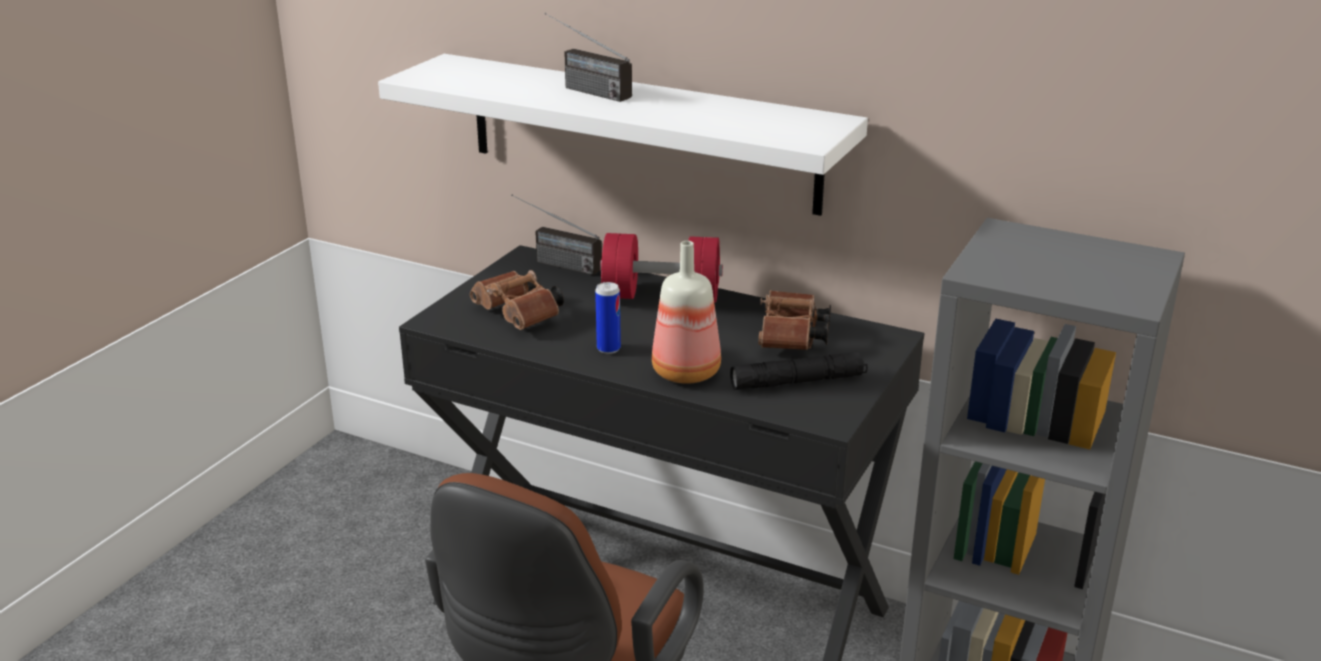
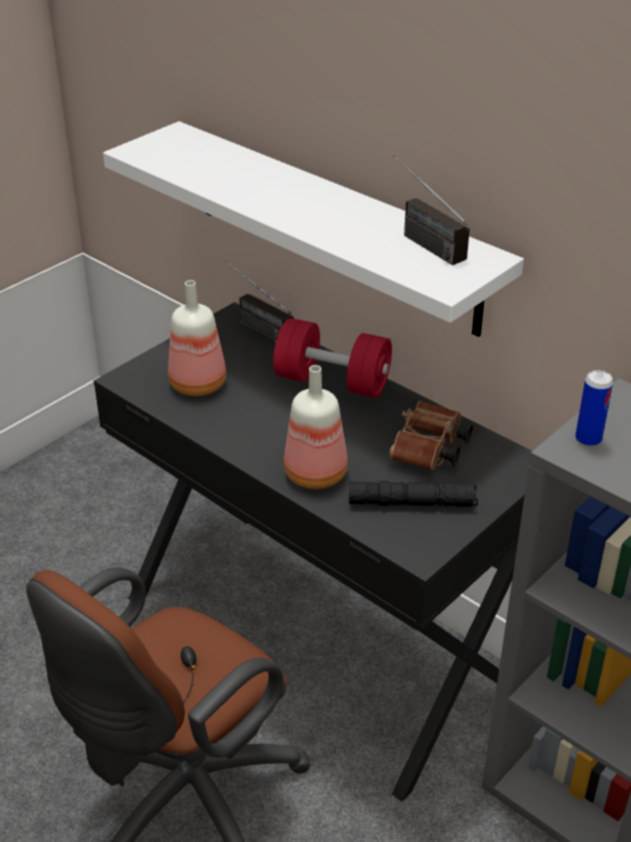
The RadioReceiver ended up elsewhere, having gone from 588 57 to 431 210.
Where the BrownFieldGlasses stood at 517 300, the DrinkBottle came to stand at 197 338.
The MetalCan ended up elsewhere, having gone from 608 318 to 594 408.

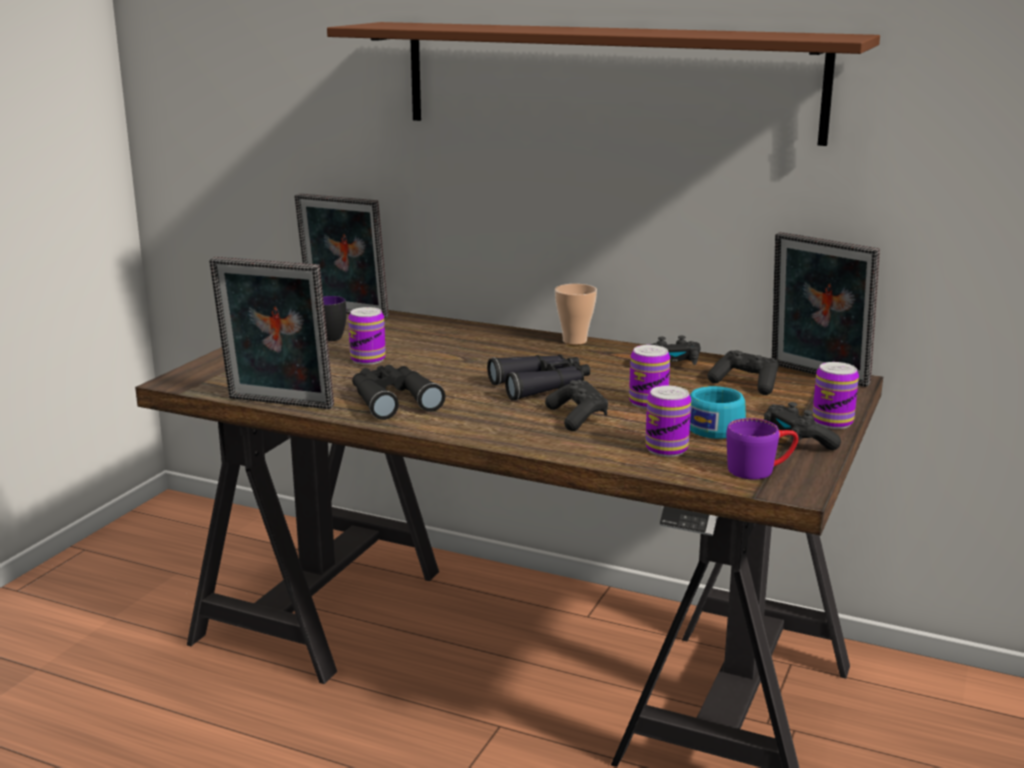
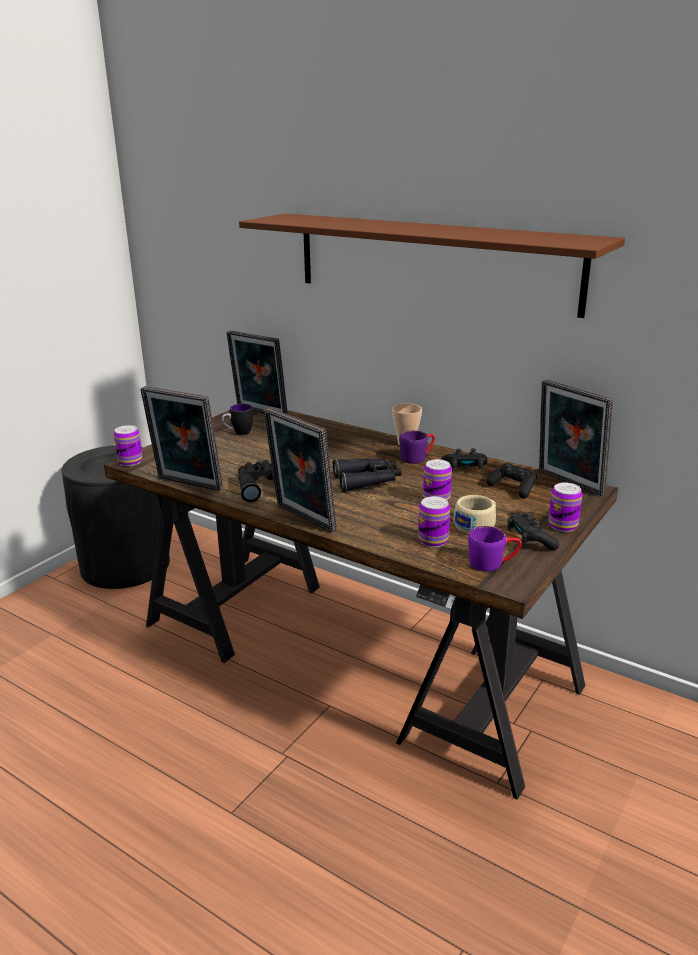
The MetalCan ended up elsewhere, having gone from 367 336 to 128 445.
The second view lost the BlackJoypad at 576 405.
What was the TurquoiseColouredCup at 718 412 turned into the BeigeColouredCup at 475 514.
The second view gained the PhotoFrame at 300 470.
The second view gained the PurpleMug at 417 447.
The second view gained the BlackWasteBin at 116 517.

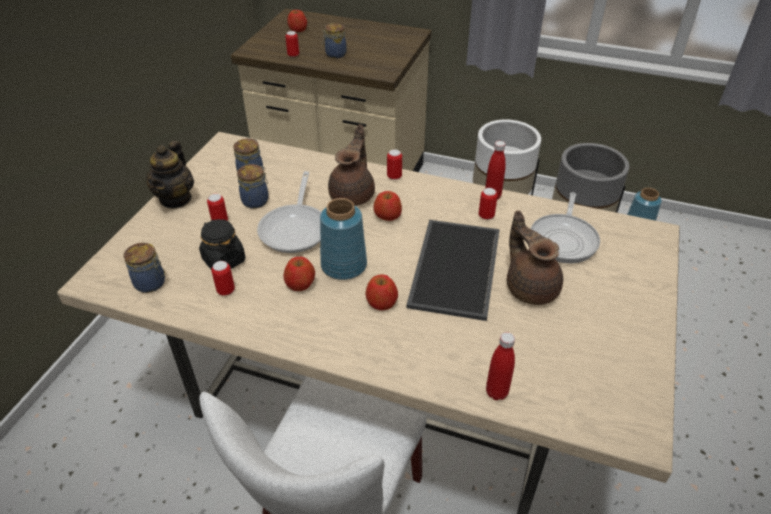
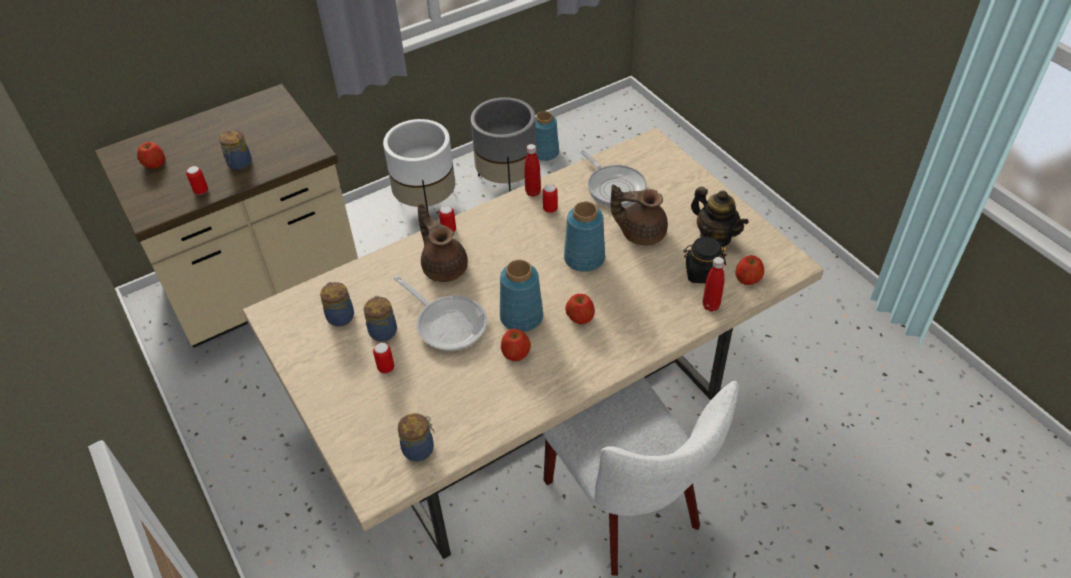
The Teapot ended up elsewhere, having gone from 170 174 to 719 217.
The WholeApple ended up elsewhere, having gone from 387 206 to 749 270.
The BlackPreserveJar ended up elsewhere, having gone from 222 244 to 704 260.
Where the ServingTray stood at 453 270, the BlueFlowerVase came to stand at 584 236.
The second view lost the MetalCan at 223 278.

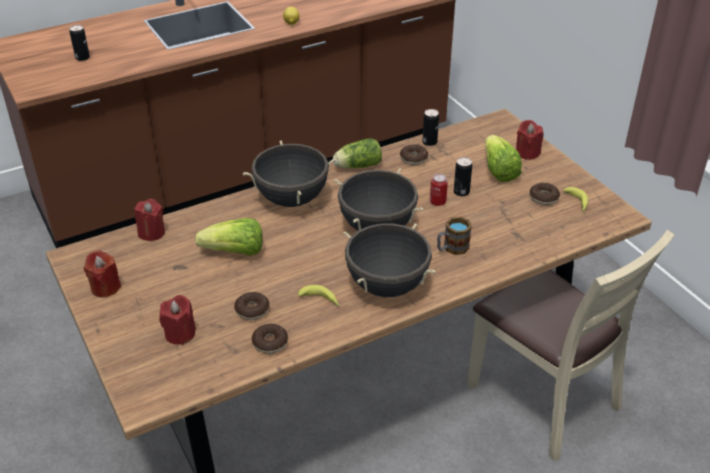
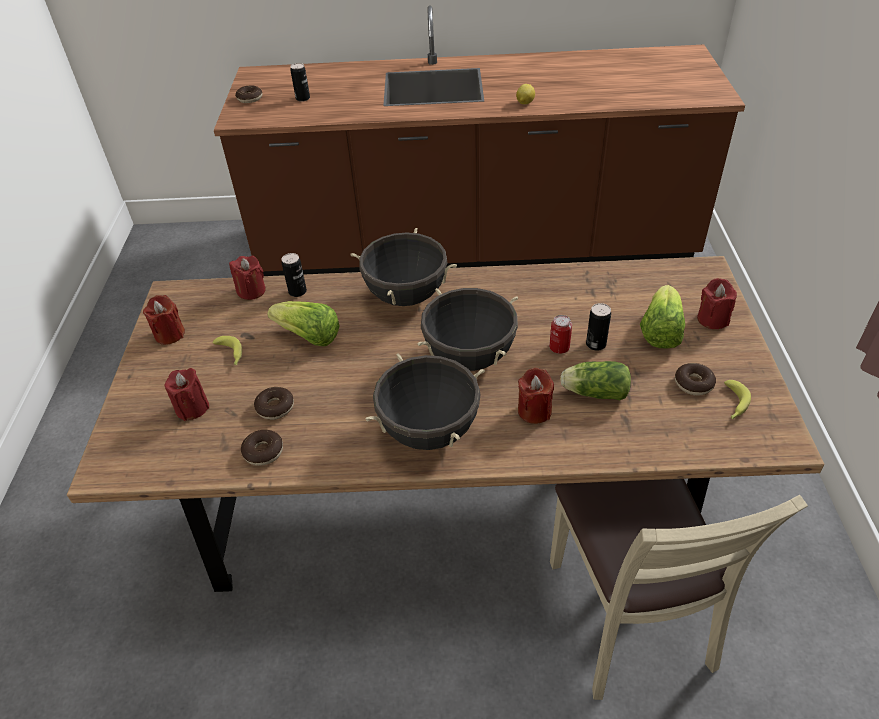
The MetalCan ended up elsewhere, having gone from 430 127 to 294 275.
The Lettuce ended up elsewhere, having gone from 357 153 to 595 380.
The Donut ended up elsewhere, having gone from 414 154 to 248 94.
Where the Mug stood at 454 235, the ReddishWaxCandle came to stand at 536 396.
The Banana ended up elsewhere, having gone from 319 295 to 227 350.

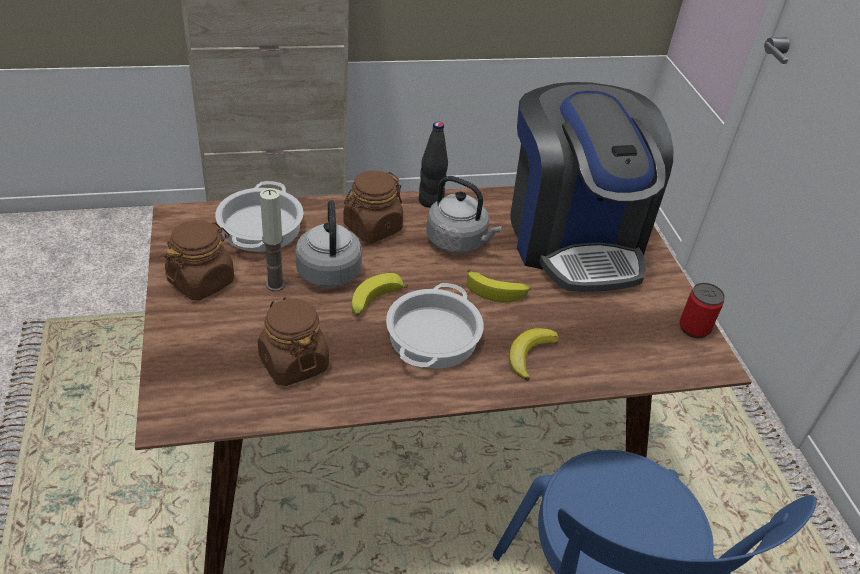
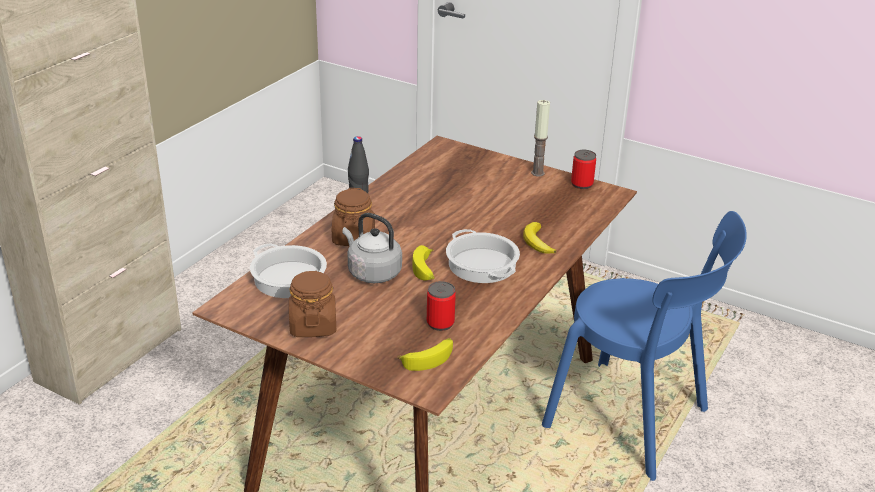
The second view lost the CoffeeMaker at 592 187.
The second view lost the GreyTeaKettle at 464 215.
The WaxCandle ended up elsewhere, having gone from 272 239 to 540 138.
The Banana ended up elsewhere, having gone from 499 286 to 425 354.
Where the BrownPreserveJar stood at 293 341, the MetalCan came to stand at 441 306.

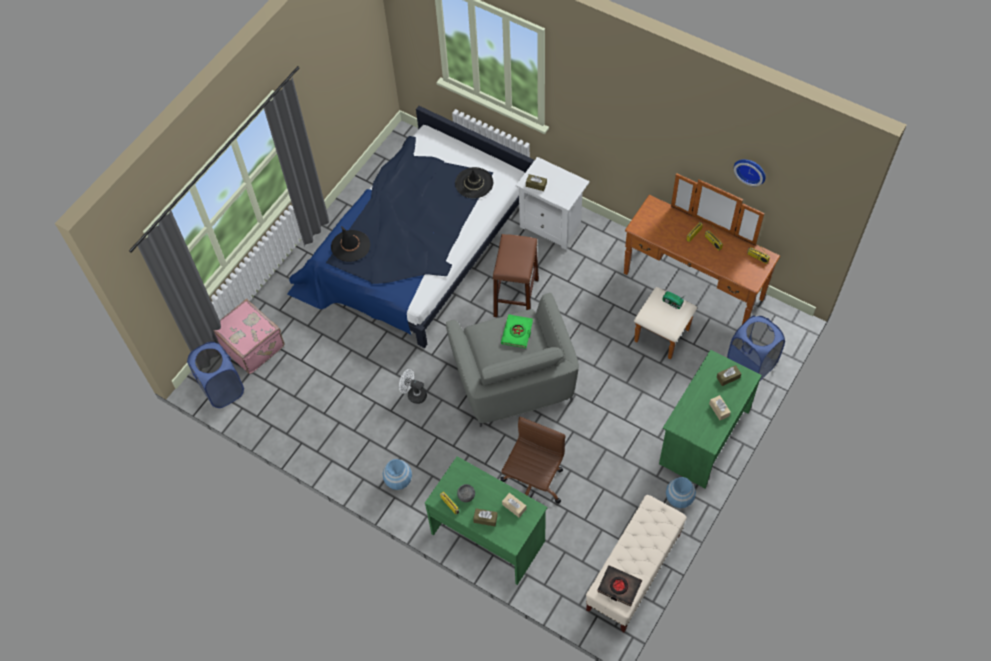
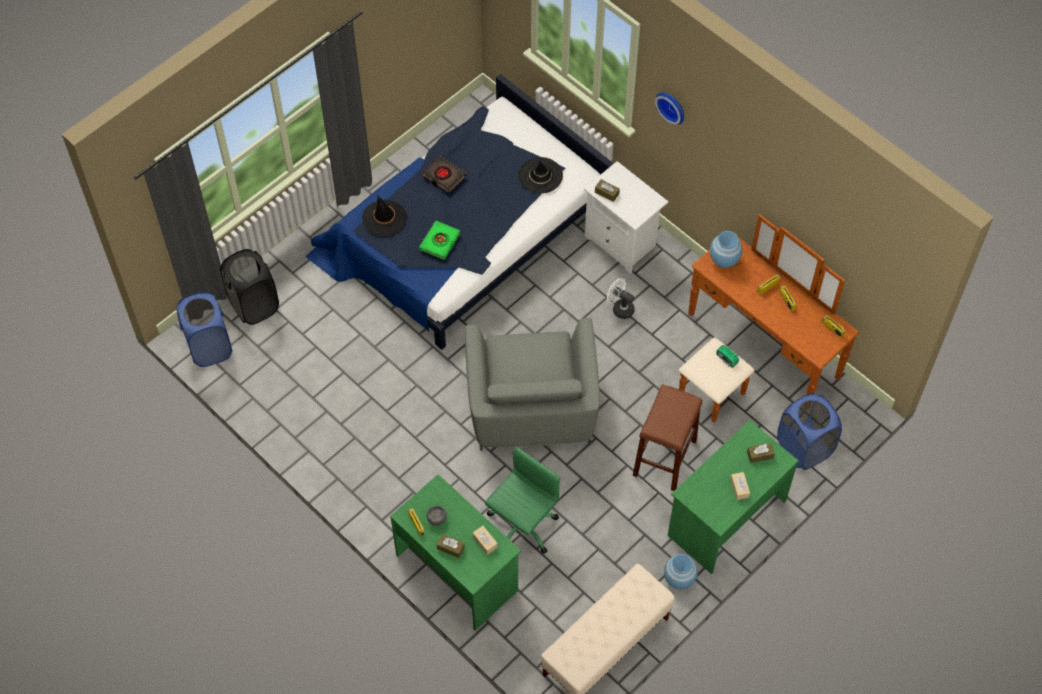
The WallClock ended up elsewhere, having gone from 750 173 to 669 109.
The BrownStoolSeat ended up elsewhere, having gone from 515 275 to 667 437.
Where the PinkSuitcase stood at 249 336, the BlackWashingBasket came to stand at 249 287.
The GreenishVolume ended up elsewhere, having gone from 517 331 to 440 240.
The WhiteElectricFan ended up elsewhere, having gone from 413 386 to 621 298.
What was the BrownOfficeChair at 532 460 turned into the GreenishOfficeChair at 522 500.
The BlueFlowerVase ended up elsewhere, having gone from 397 474 to 726 249.
The BlackVolume ended up elsewhere, having gone from 619 586 to 444 174.

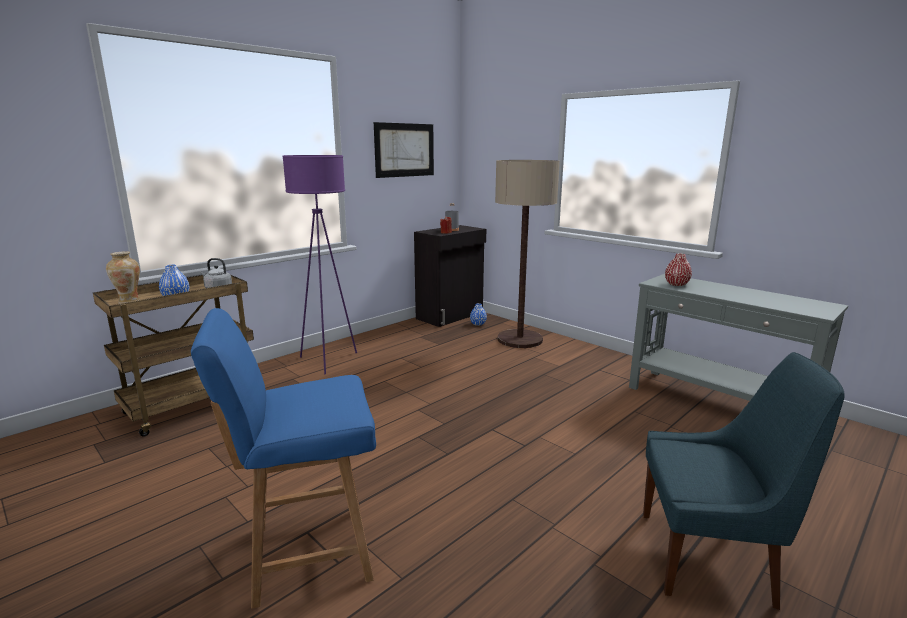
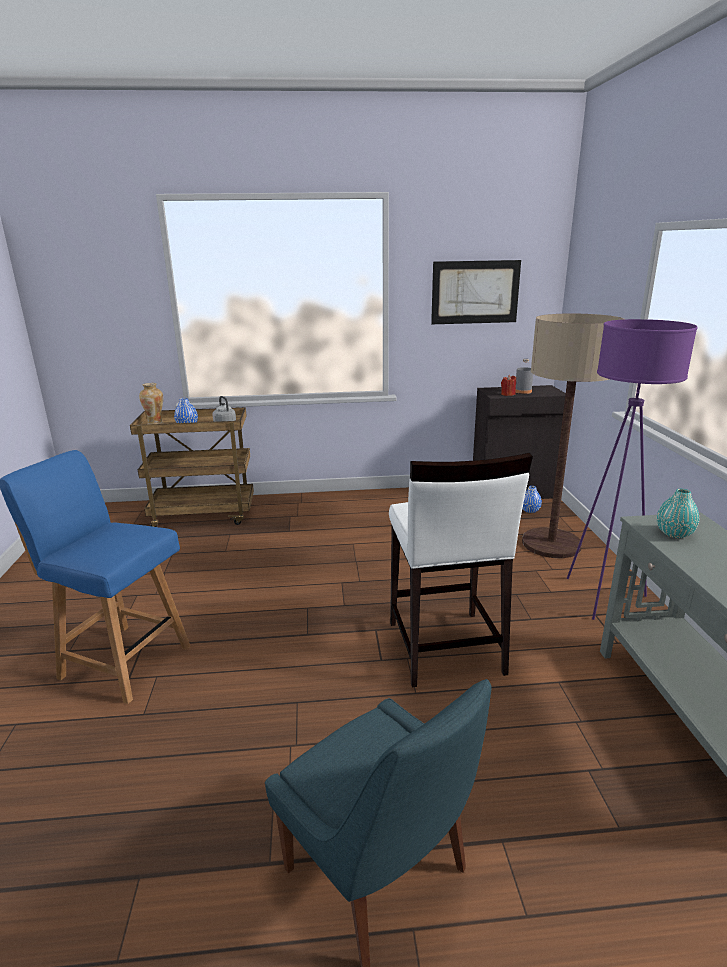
The PurpleStandardLamp ended up elsewhere, having gone from 319 264 to 632 469.
What was the ReddishFlowerVase at 678 269 turned into the TurquoiseColouredFlowerVase at 678 513.
The second view gained the WhiteStoolSeat at 461 570.

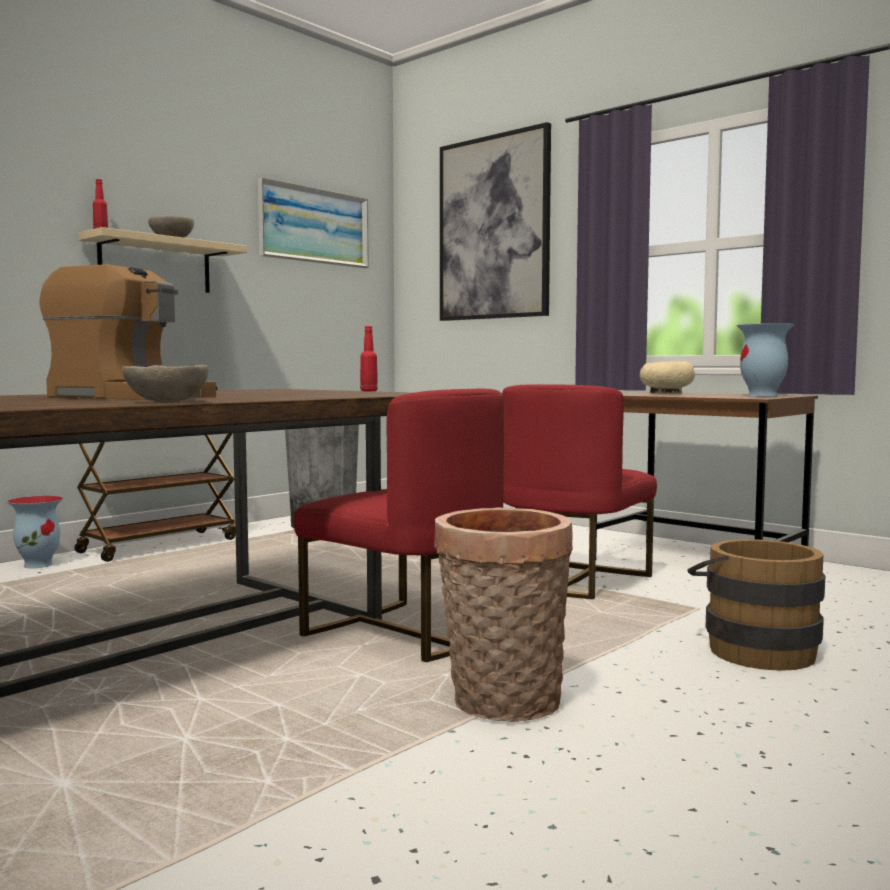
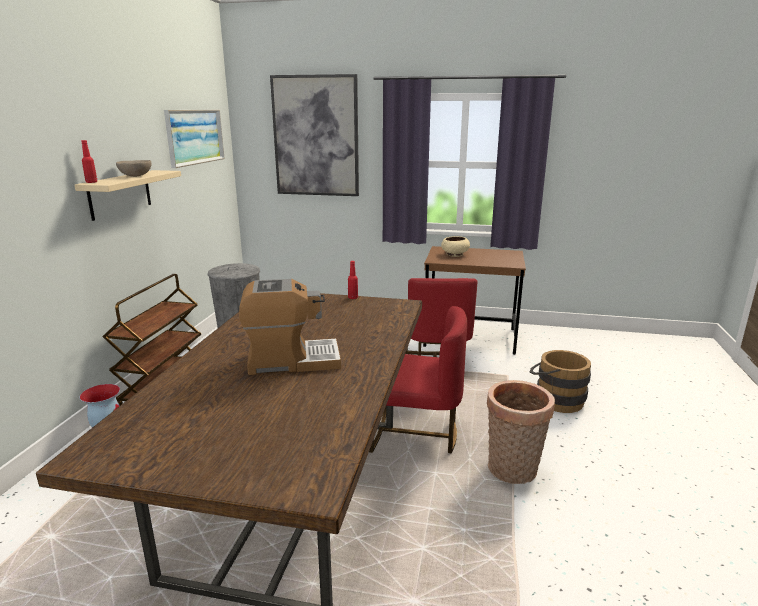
The second view lost the FlowerVase at 765 360.
The second view lost the BeigeColouredDeepDish at 165 384.

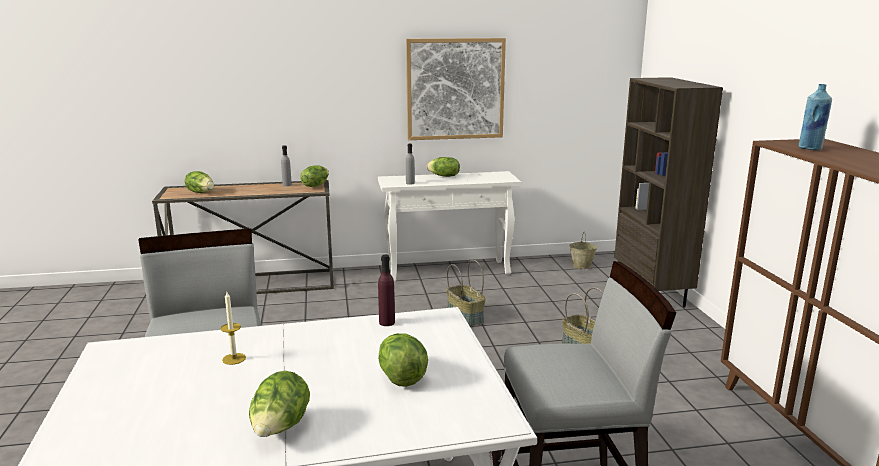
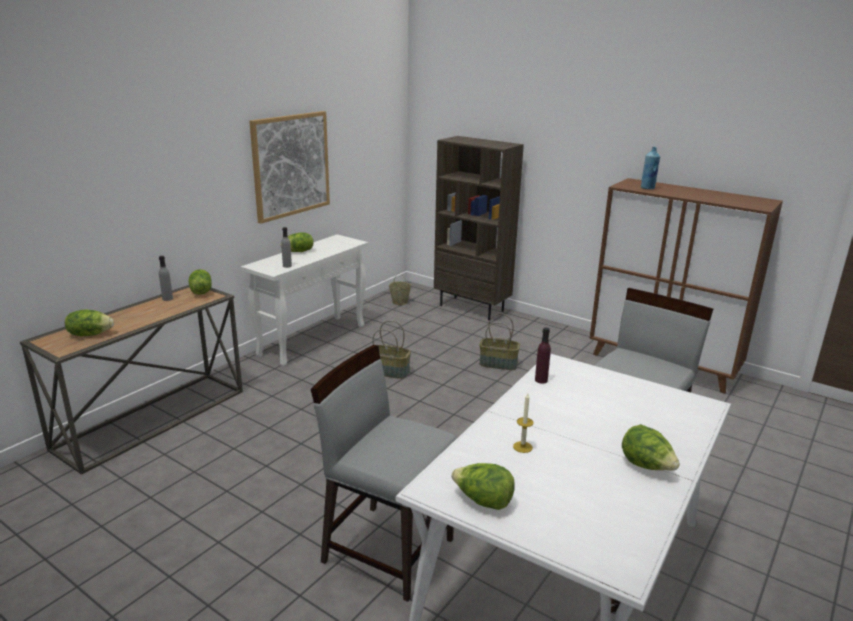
The Lettuce ended up elsewhere, having gone from 403 360 to 483 486.

